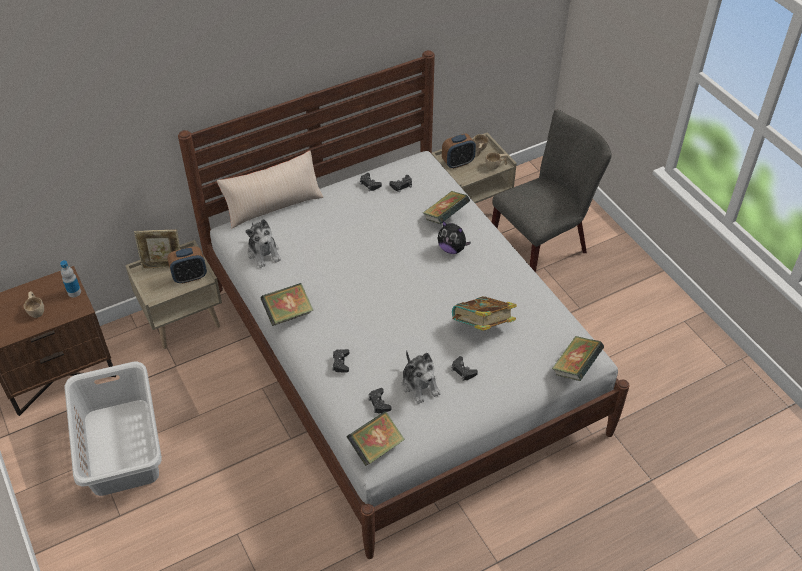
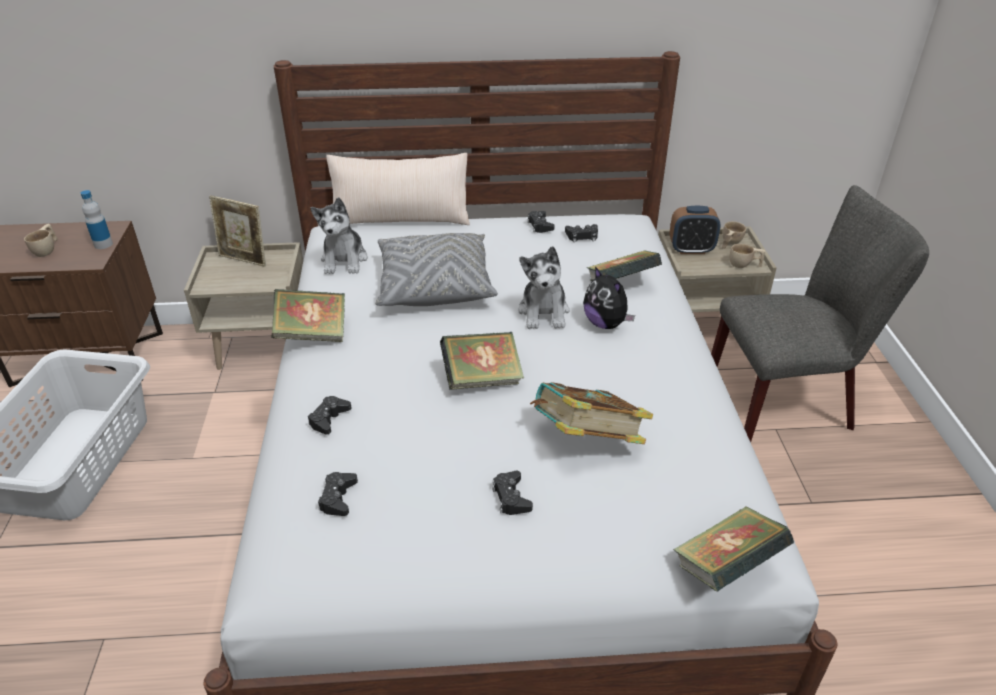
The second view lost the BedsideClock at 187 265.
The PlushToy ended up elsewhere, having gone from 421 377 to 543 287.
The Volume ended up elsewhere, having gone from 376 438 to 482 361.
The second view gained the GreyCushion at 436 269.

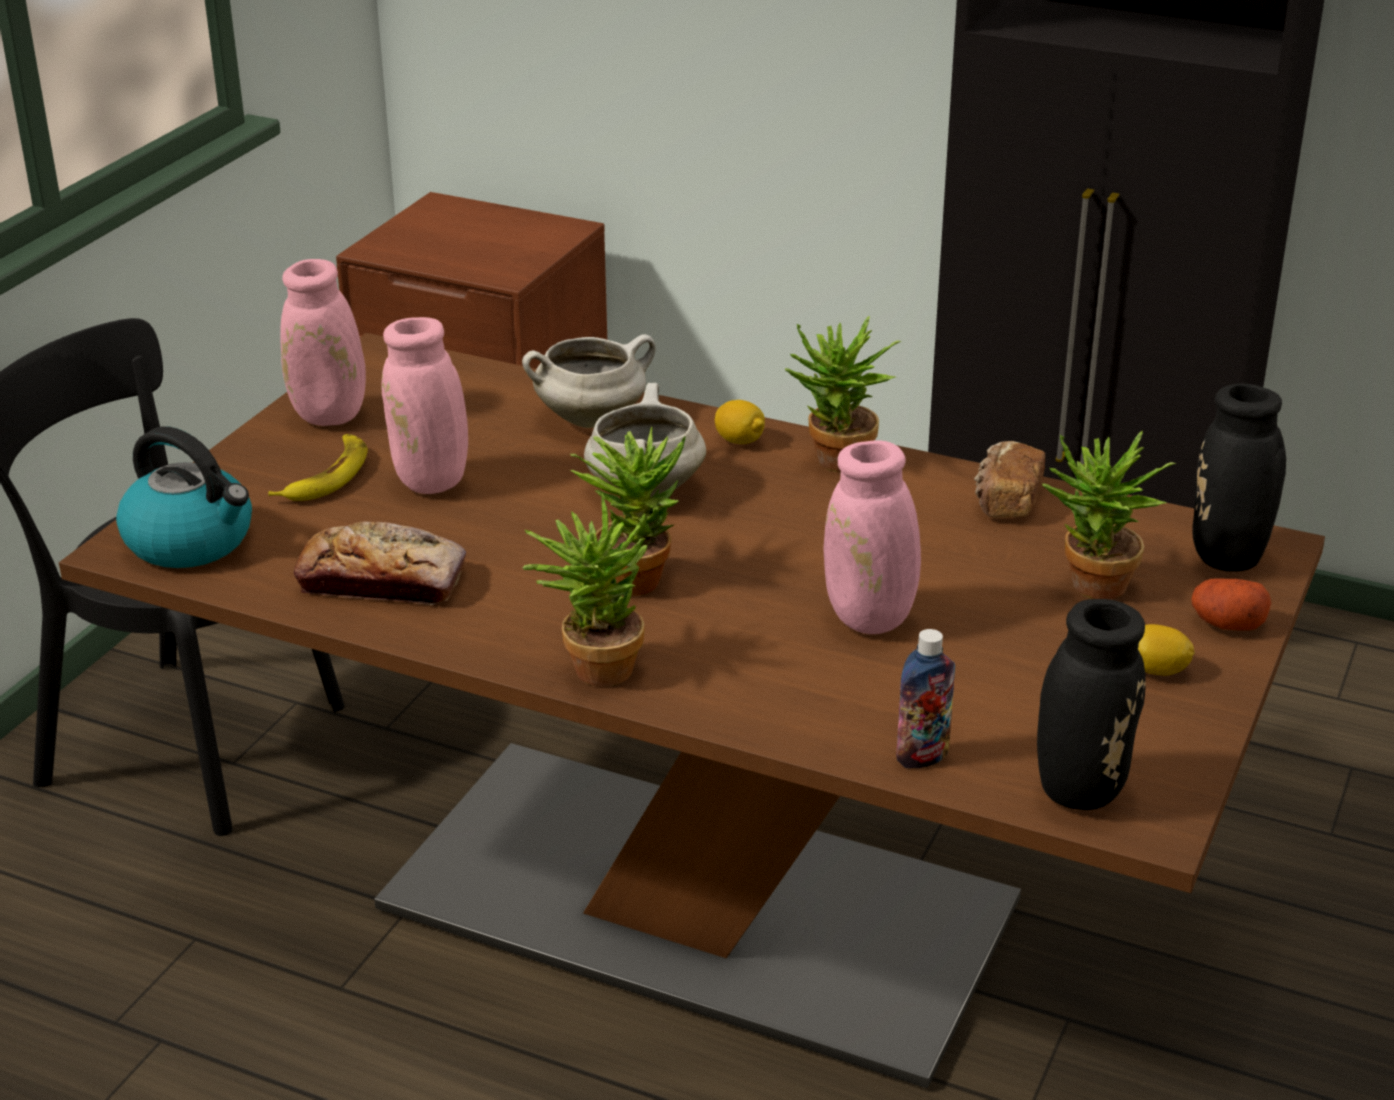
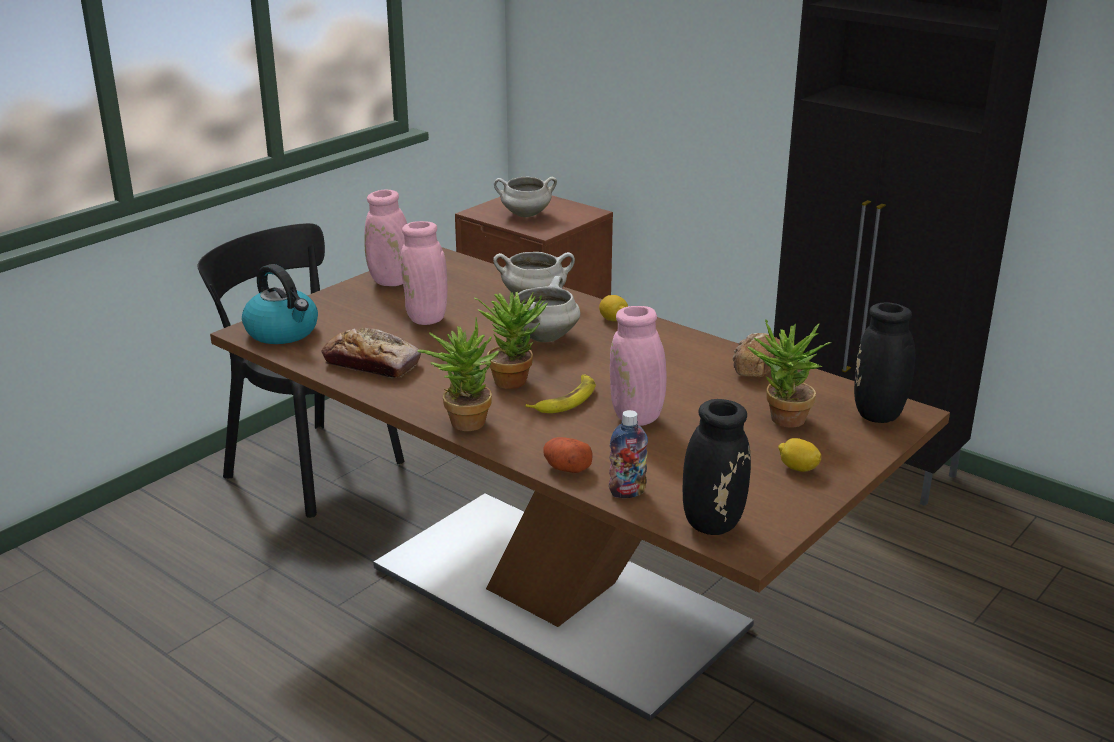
The second view lost the Houseplant at 843 393.
The Banana ended up elsewhere, having gone from 318 467 to 560 393.
The WholePotato ended up elsewhere, having gone from 1231 604 to 567 455.
The second view gained the WhiteStockpot at 525 197.

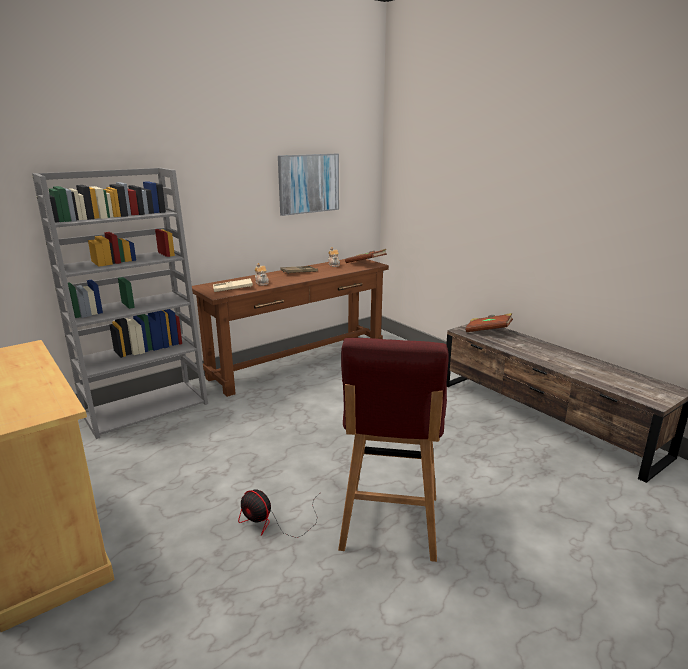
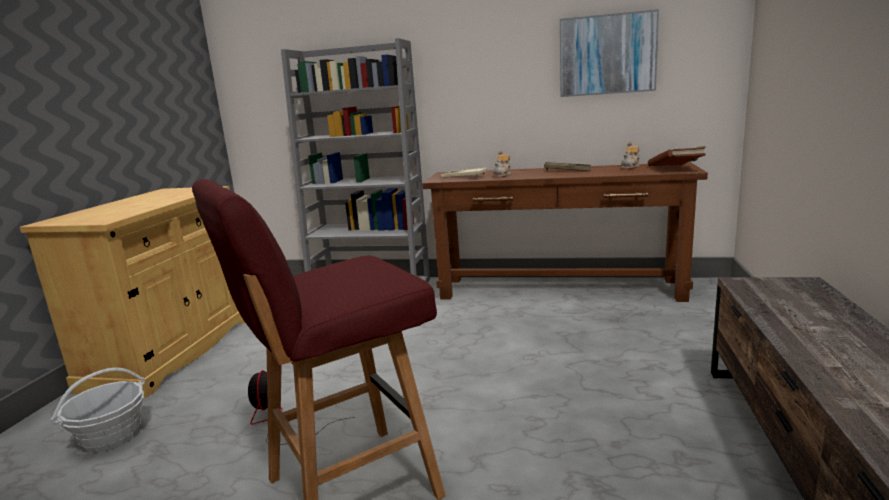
The second view lost the BrownVolume at 489 322.
The second view gained the HouseholdBasket at 98 410.

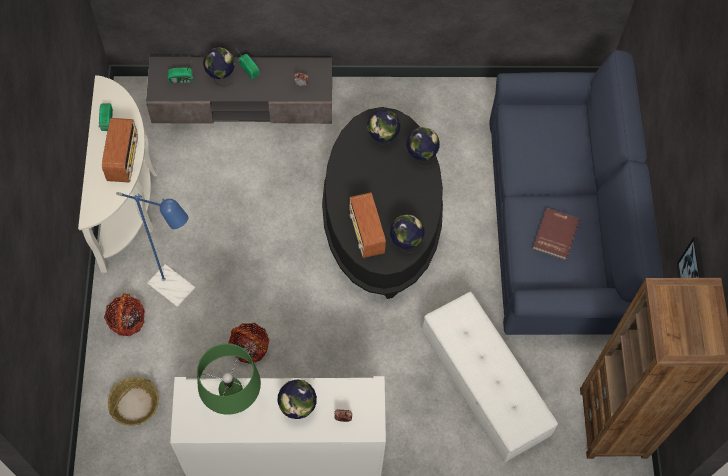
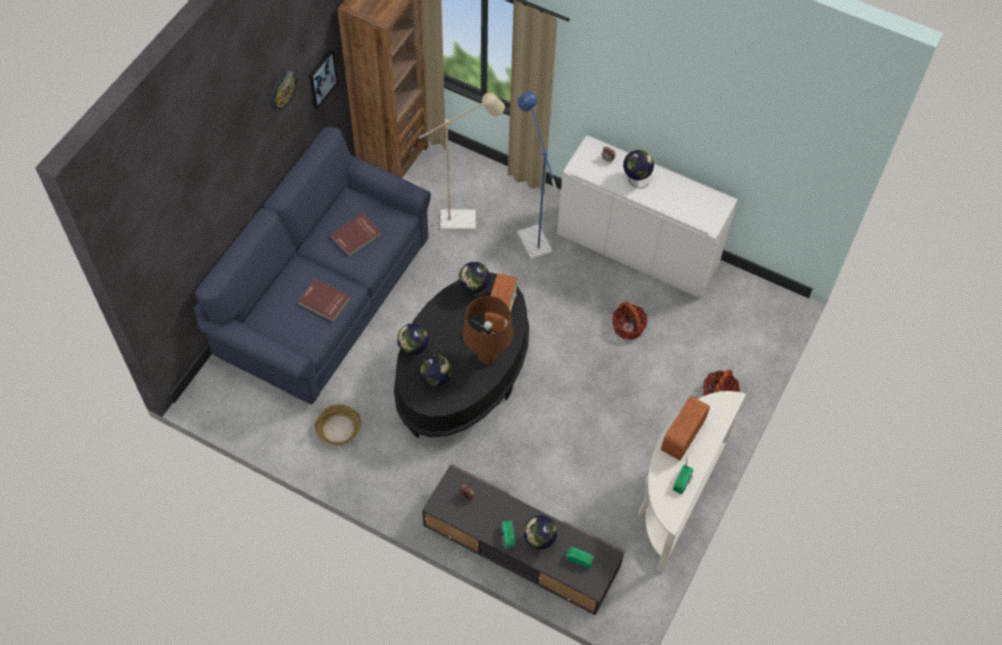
The BlueStandardLamp ended up elsewhere, having gone from 156 250 to 536 176.
Where the WhiteFootrest stood at 490 377, the BeigeColouredStandardLamp came to stand at 462 161.
The second view lost the GreenishTableLamp at 229 379.
The HouseholdBasket ended up elsewhere, having gone from 133 401 to 338 424.
The second view gained the WallClock at 284 91.
The second view gained the ReddishVolume at 324 300.
The second view gained the BrownTableLamp at 487 330.

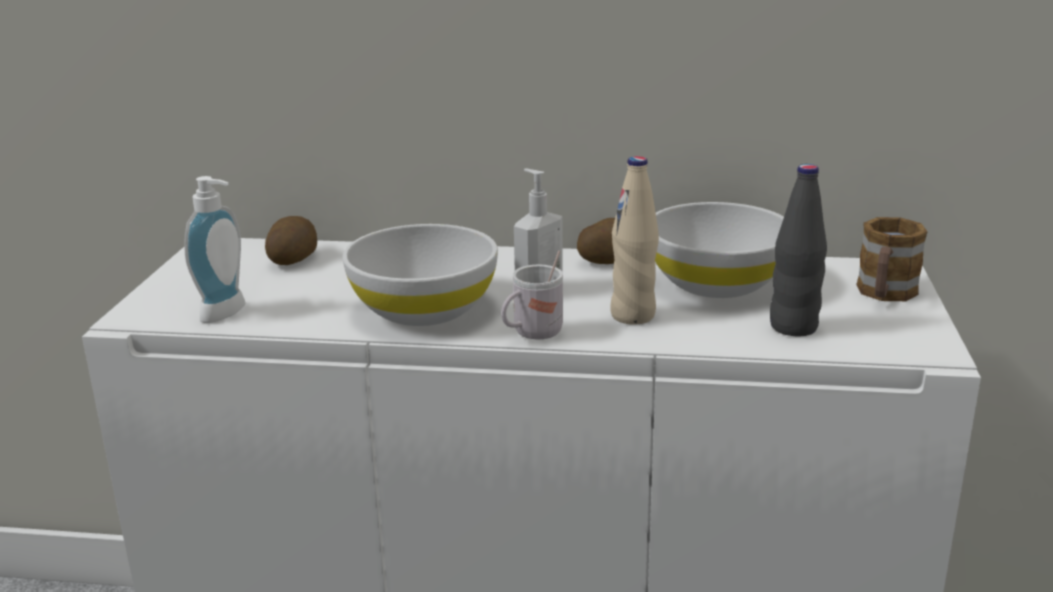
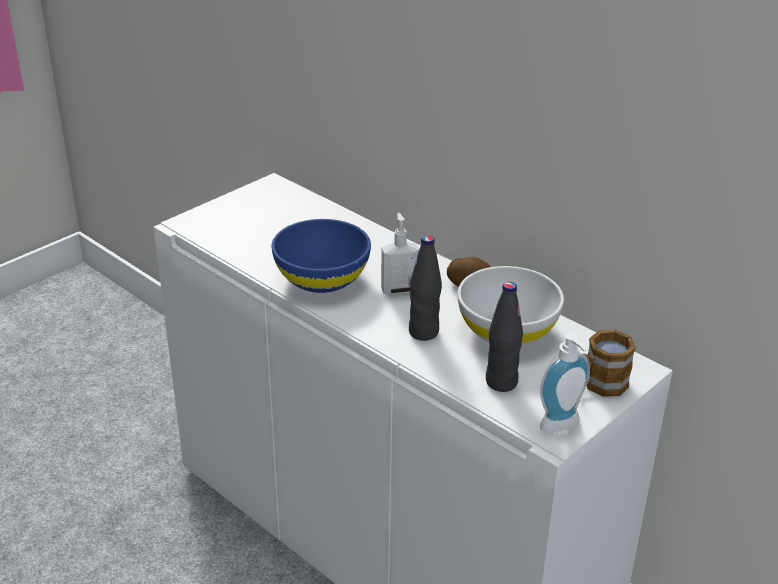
What was the BeigeColouredDrinkBottle at 634 240 turned into the BlackDrinkBottle at 425 288.
The SoapBottle ended up elsewhere, having gone from 214 249 to 565 382.
The second view lost the WholePotato at 291 240.
What was the WhiteDeepDish at 420 275 turned into the BlueDeepDish at 321 256.
The second view lost the WhiteMug at 532 294.

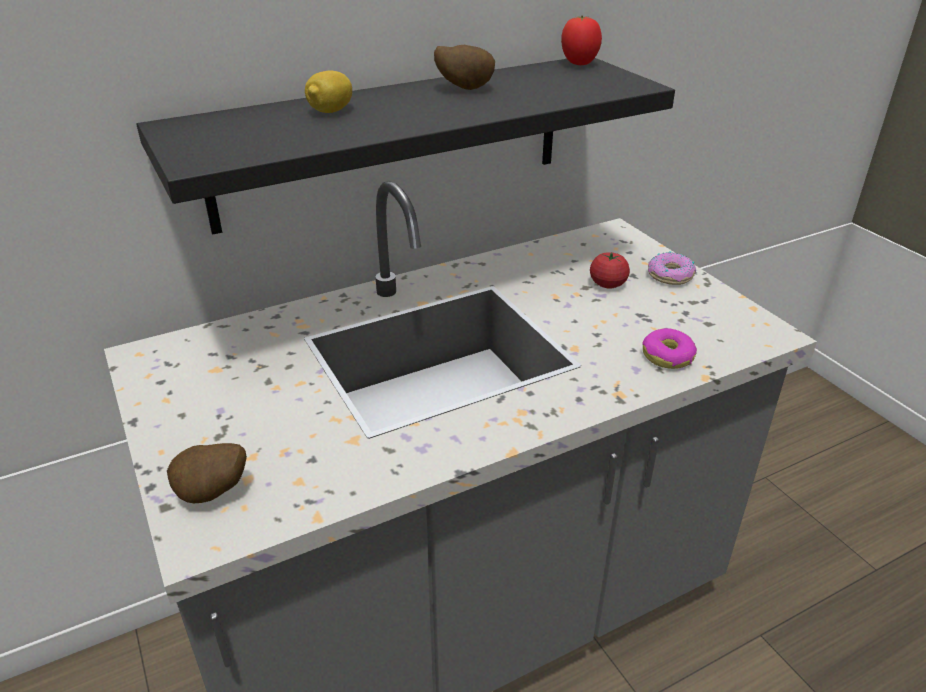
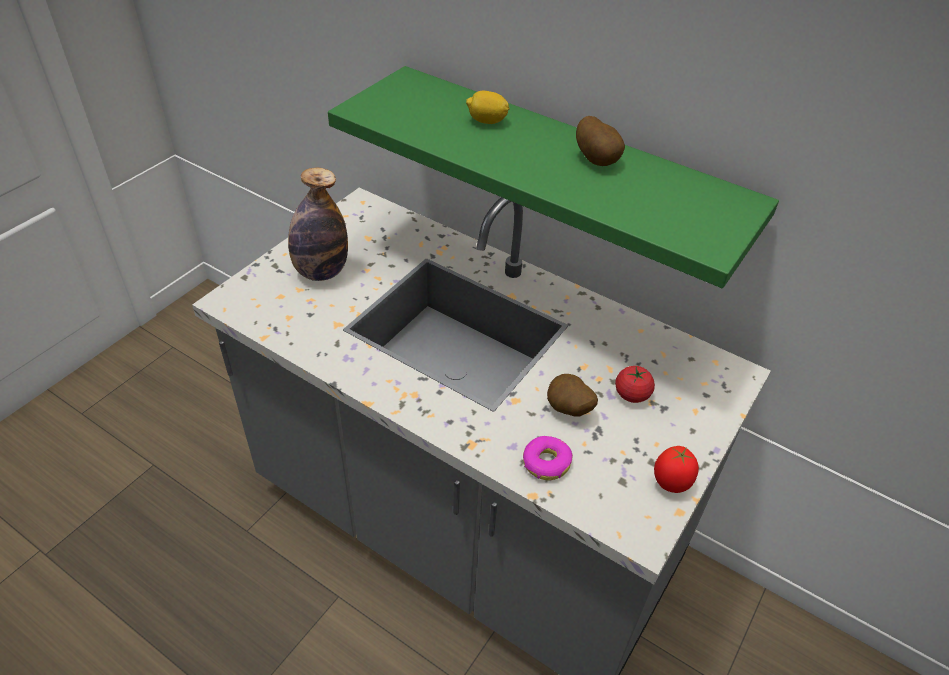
The WholeTomato ended up elsewhere, having gone from 581 40 to 676 469.
What was the BlackBracketShelf at 405 146 turned into the GreenishBracketShelf at 553 177.
The second view lost the Donut at 672 268.
The WholePotato ended up elsewhere, having gone from 207 473 to 572 395.
The second view gained the DrinkBottle at 318 224.

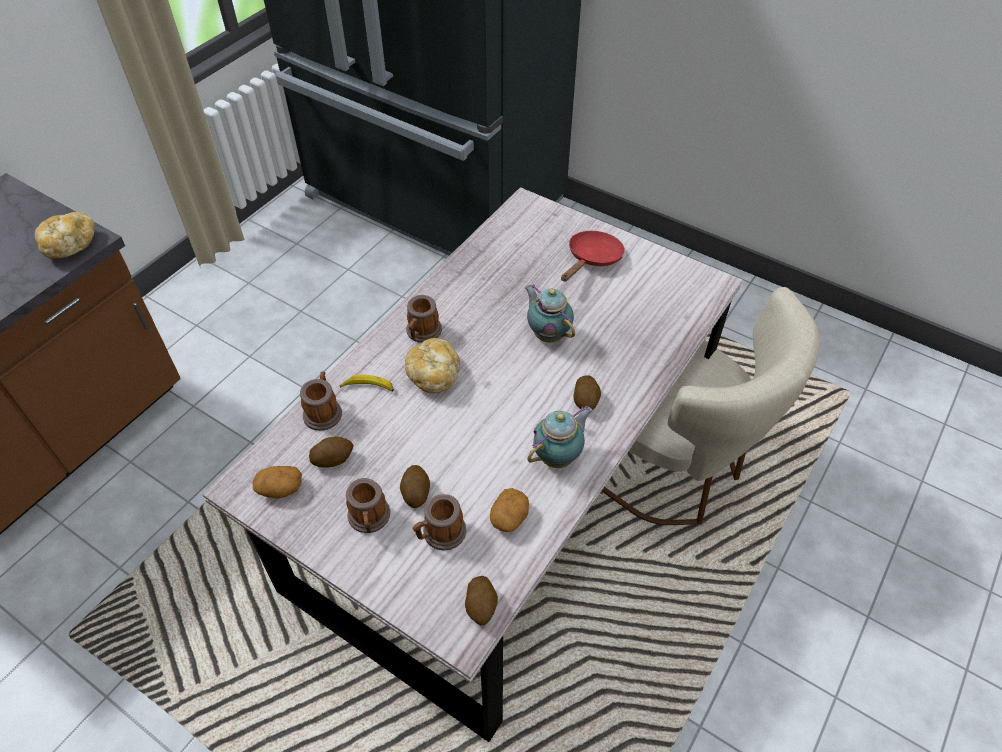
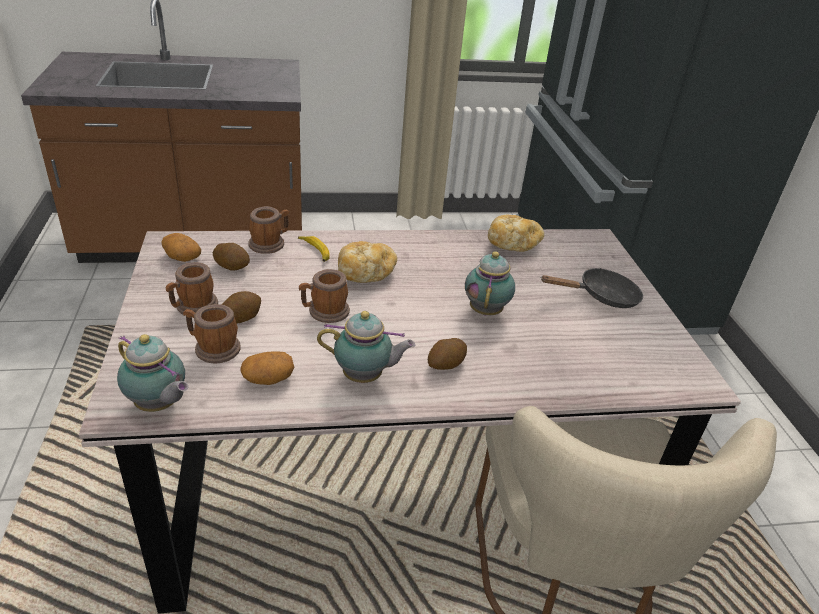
The BakedBread ended up elsewhere, having gone from 65 235 to 516 233.
What was the ReddishSkillet at 593 256 turned into the BlackSkillet at 591 288.
The Mug ended up elsewhere, having gone from 424 319 to 324 296.
Where the WholePotato stood at 481 601, the Teapot came to stand at 152 373.

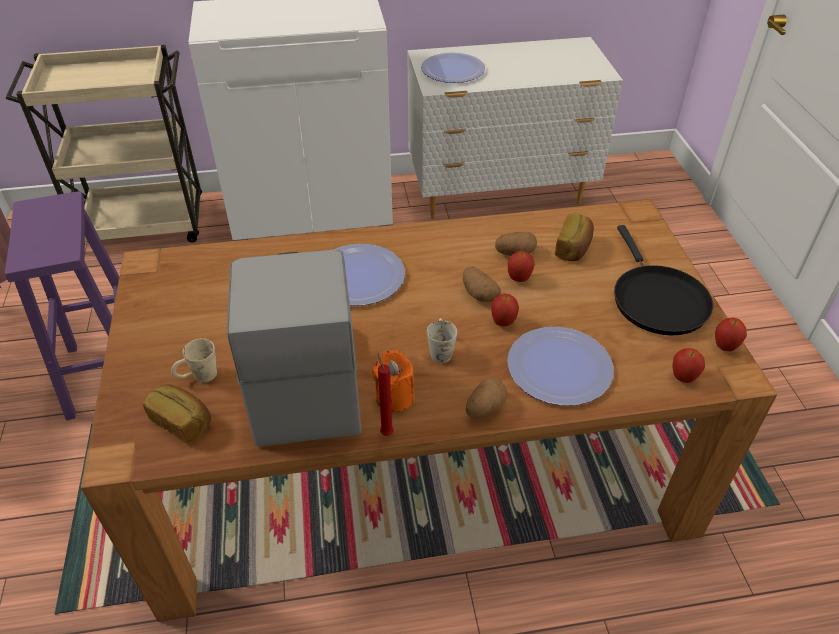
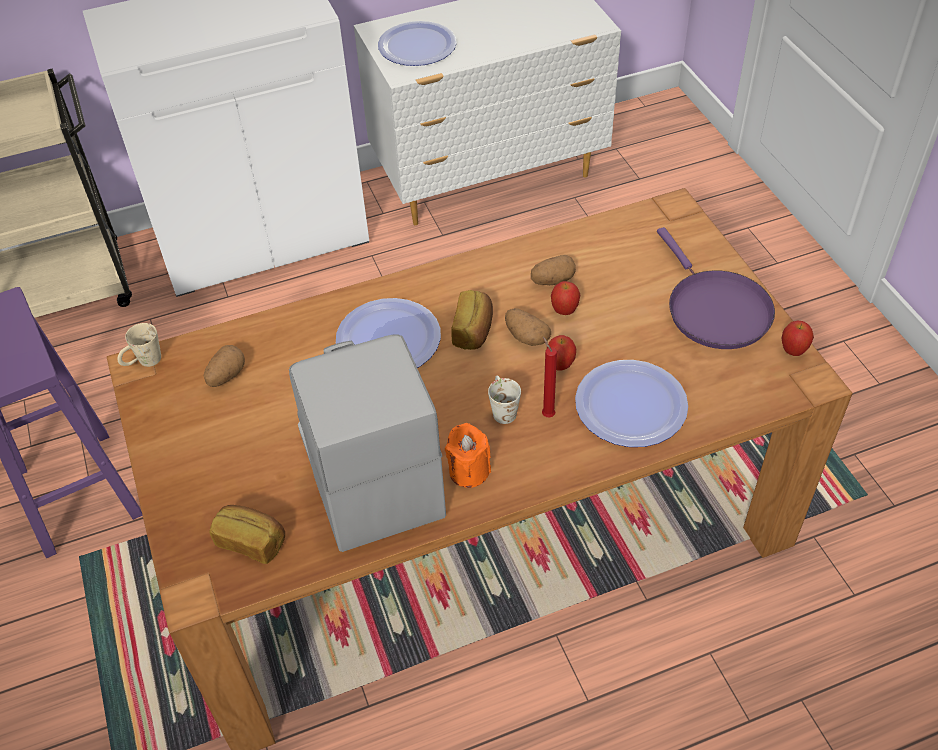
The BakedBread ended up elsewhere, having gone from 574 238 to 472 320.
What was the BlackSkillet at 663 280 turned into the PurpleSkillet at 716 288.
The BeigeColouredMug ended up elsewhere, having gone from 194 360 to 139 345.
The second view lost the WholeApple at 689 365.
The ReddishWaxCandle ended up elsewhere, having gone from 386 394 to 549 377.
The WholePotato ended up elsewhere, having gone from 486 398 to 224 366.

